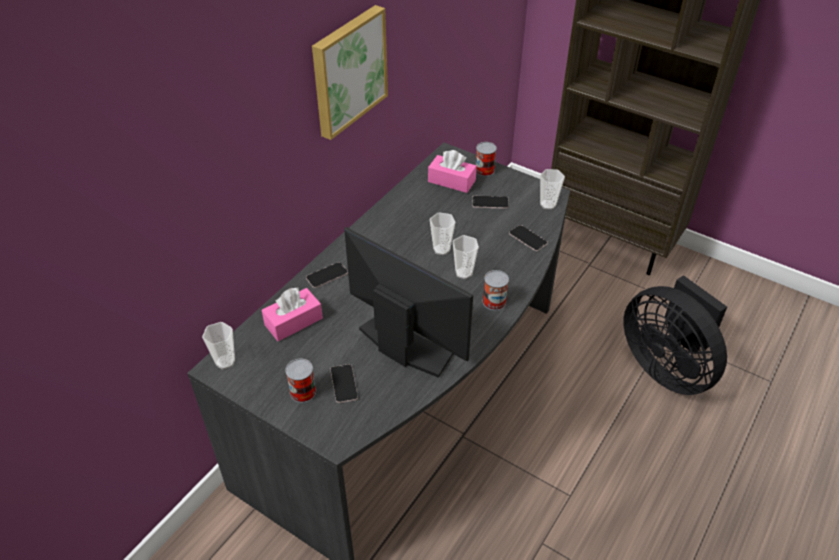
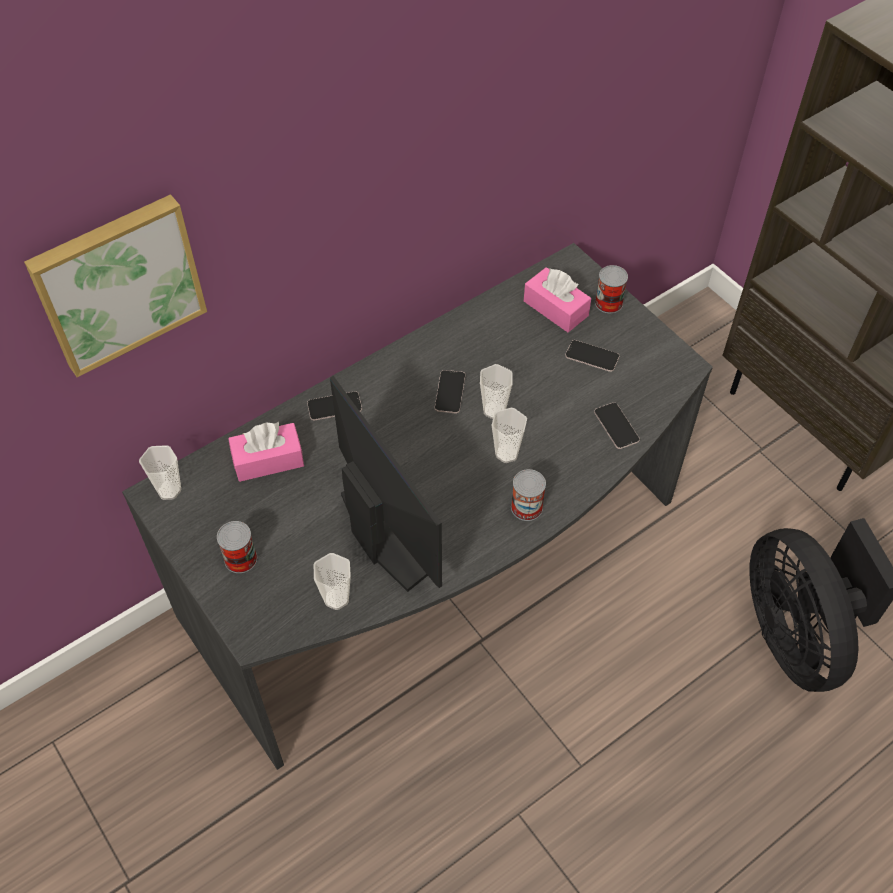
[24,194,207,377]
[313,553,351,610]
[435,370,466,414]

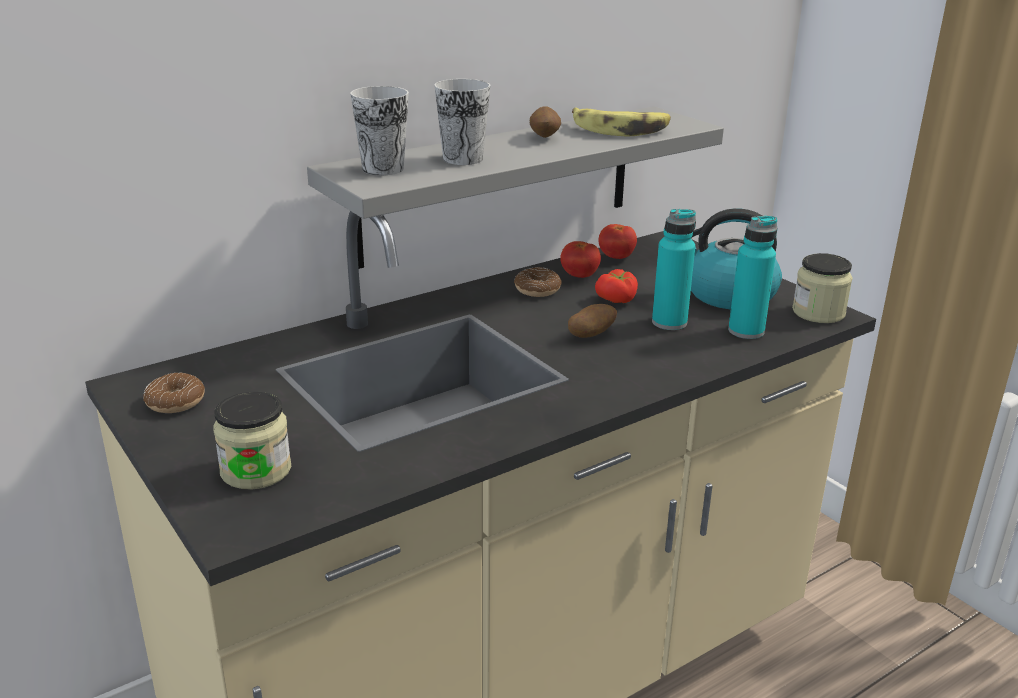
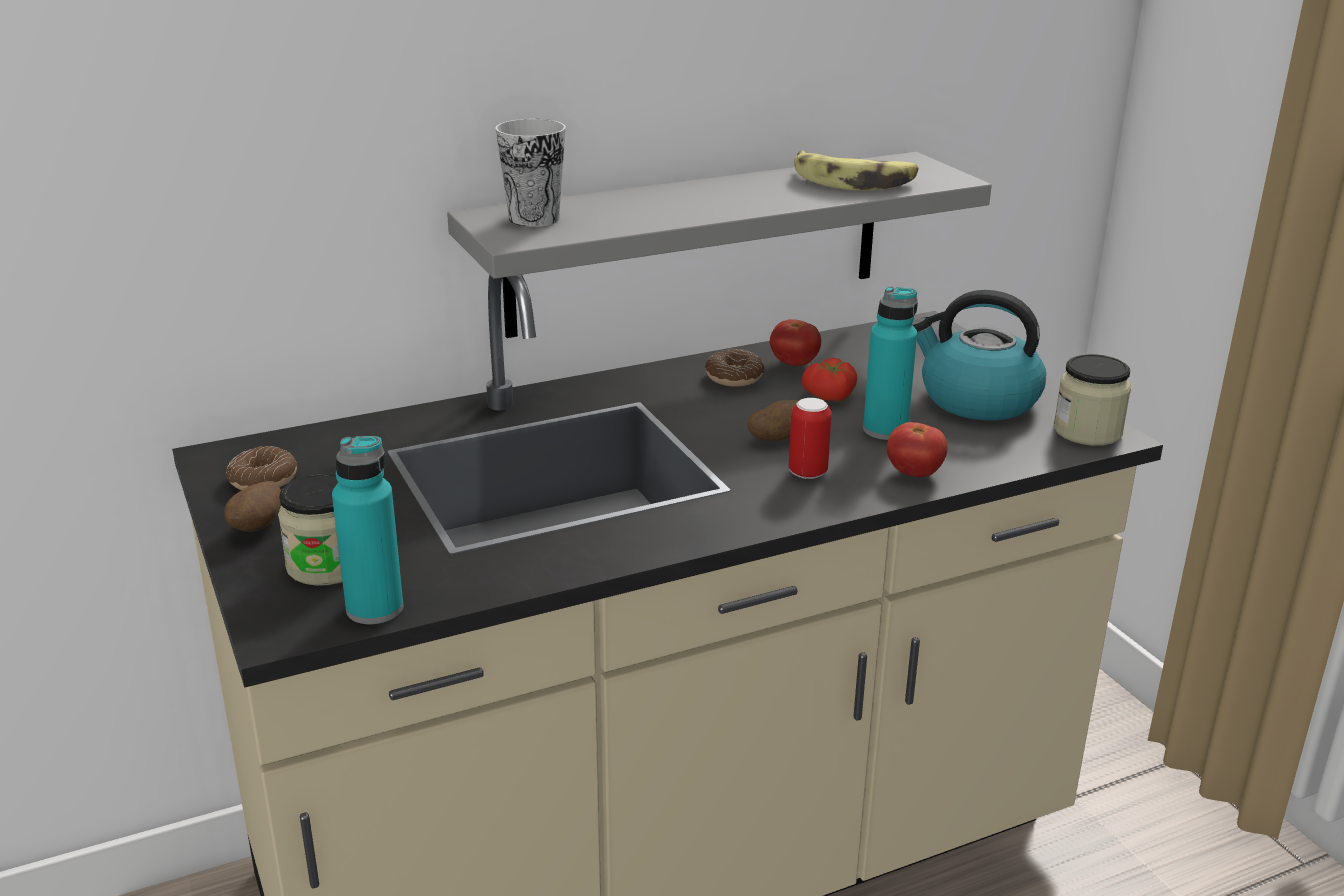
[434,79,490,165] (first image)
[224,481,281,532]
[332,436,403,624]
[887,422,948,477]
[789,398,832,479]

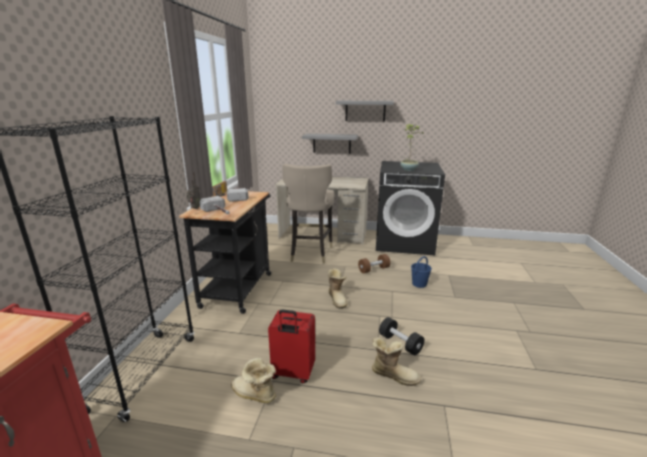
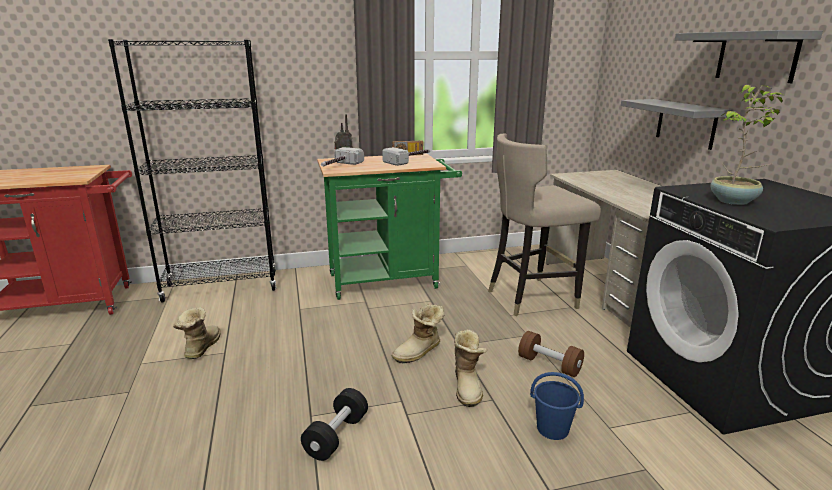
[317,153,462,300]
[268,309,315,383] (first image)
[454,329,487,407]

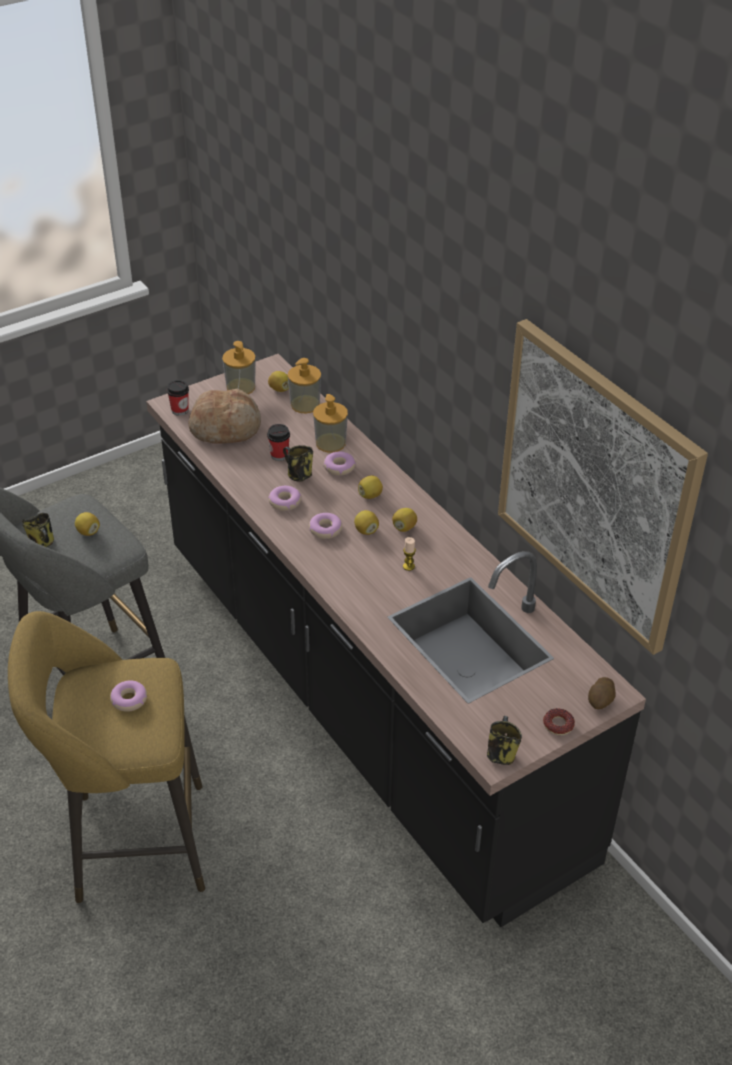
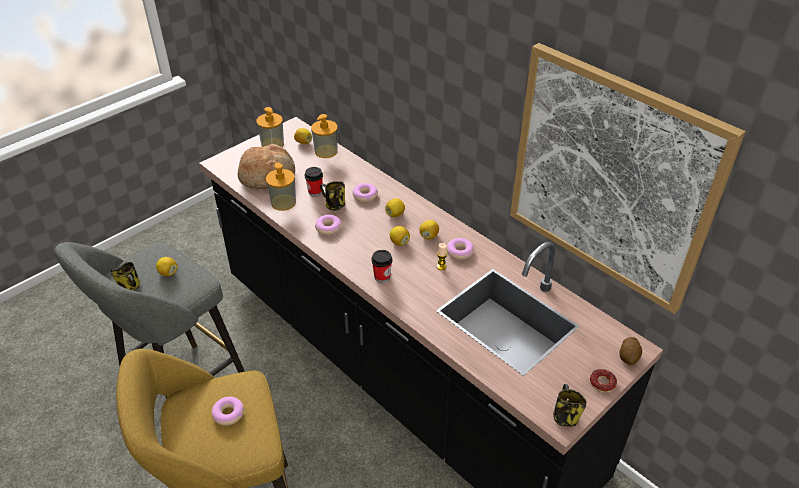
[371,250,392,283]
[266,162,296,211]
[447,238,474,260]

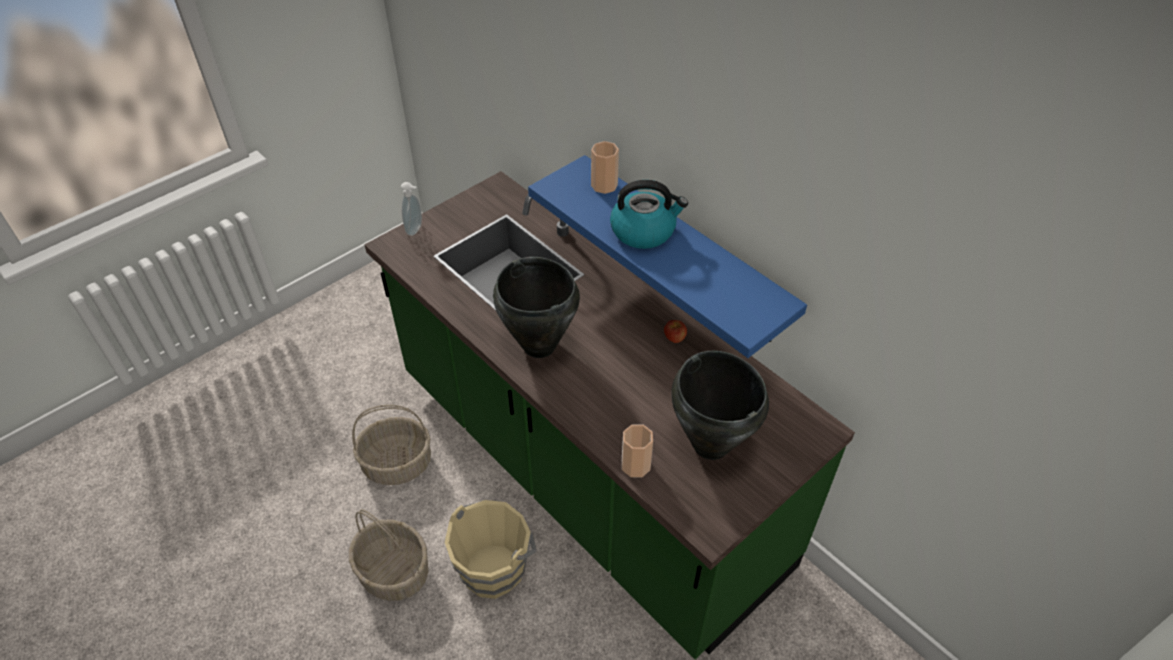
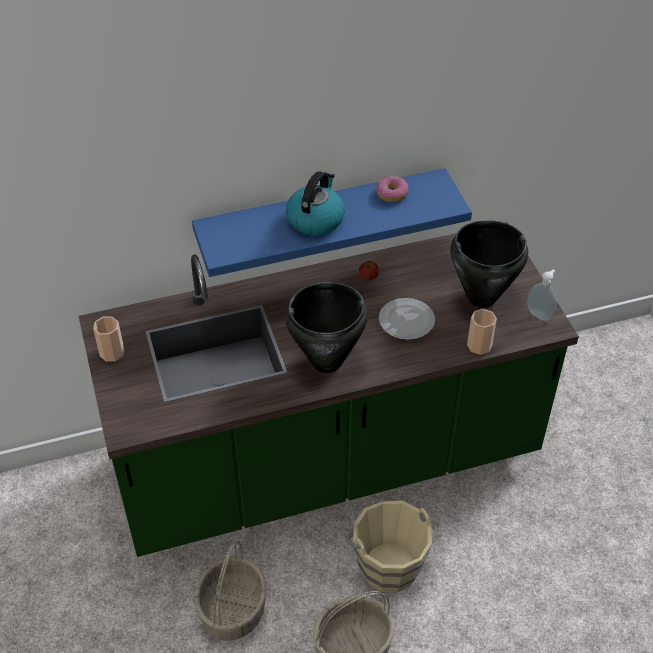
[93,317,124,362]
[527,269,557,321]
[376,176,409,202]
[379,298,435,340]

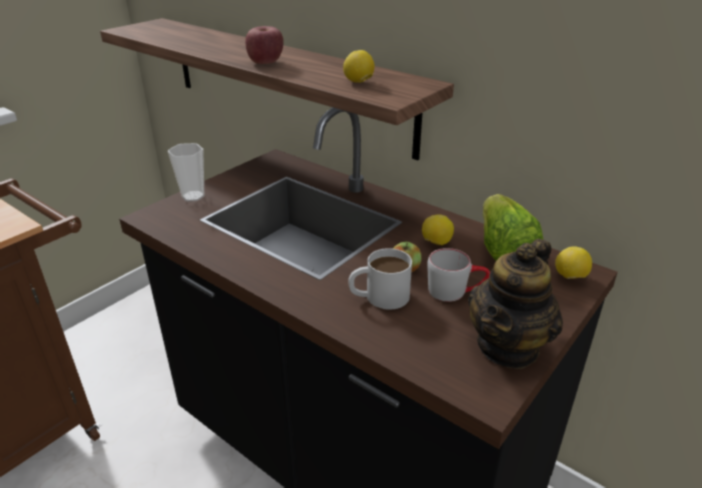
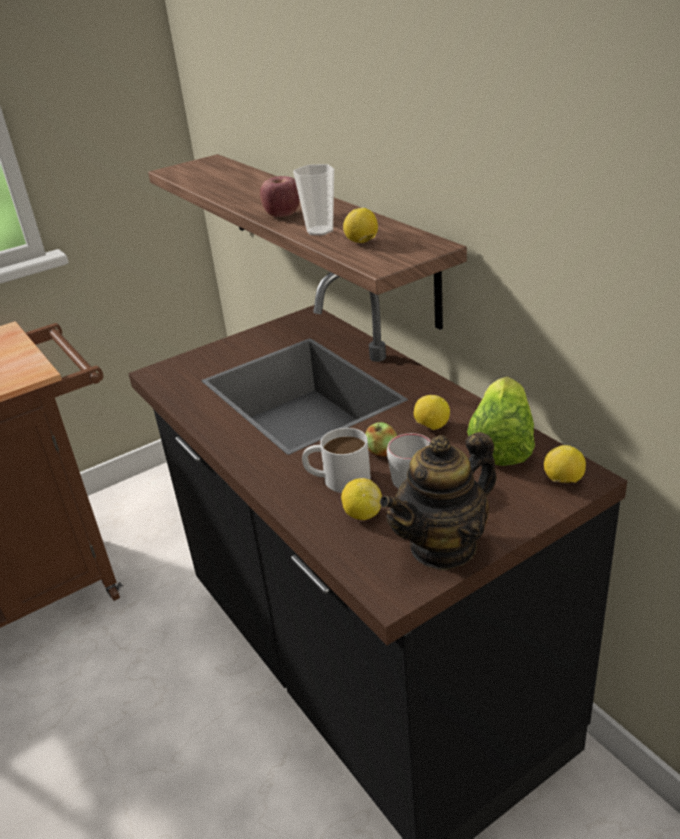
[293,164,334,235]
[341,478,382,520]

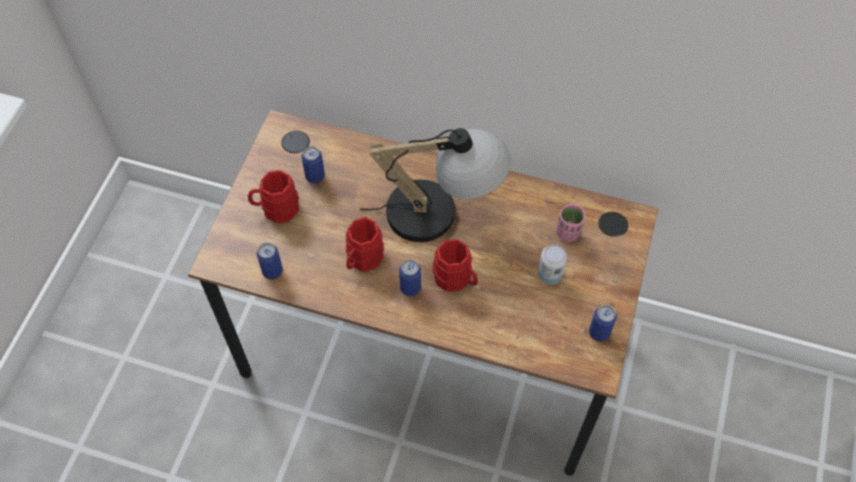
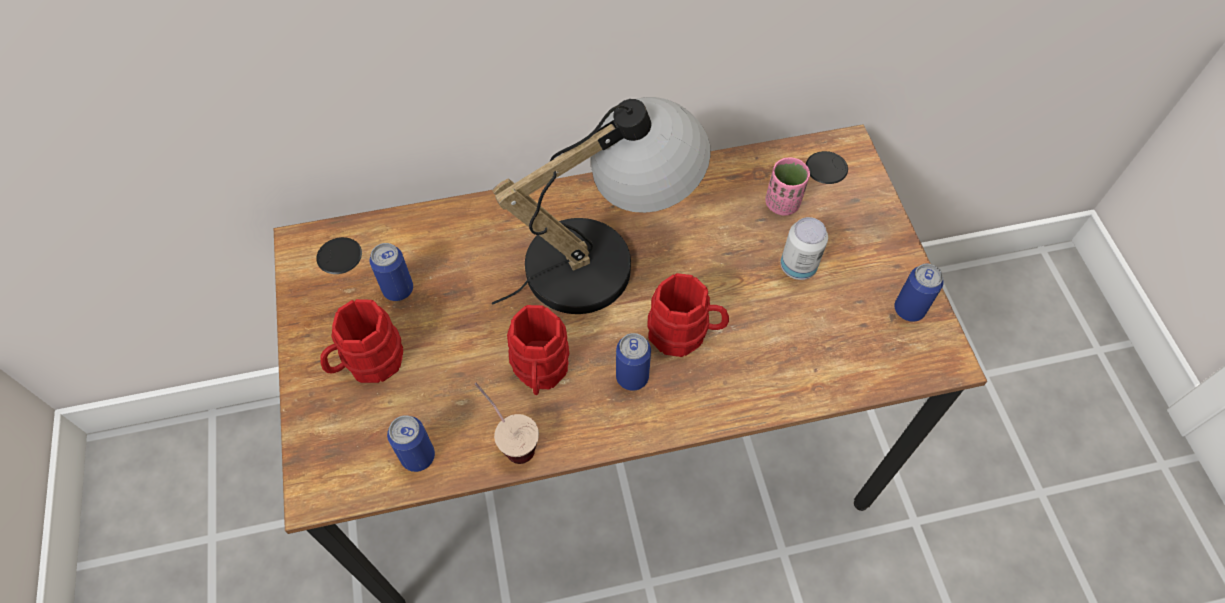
[475,383,539,464]

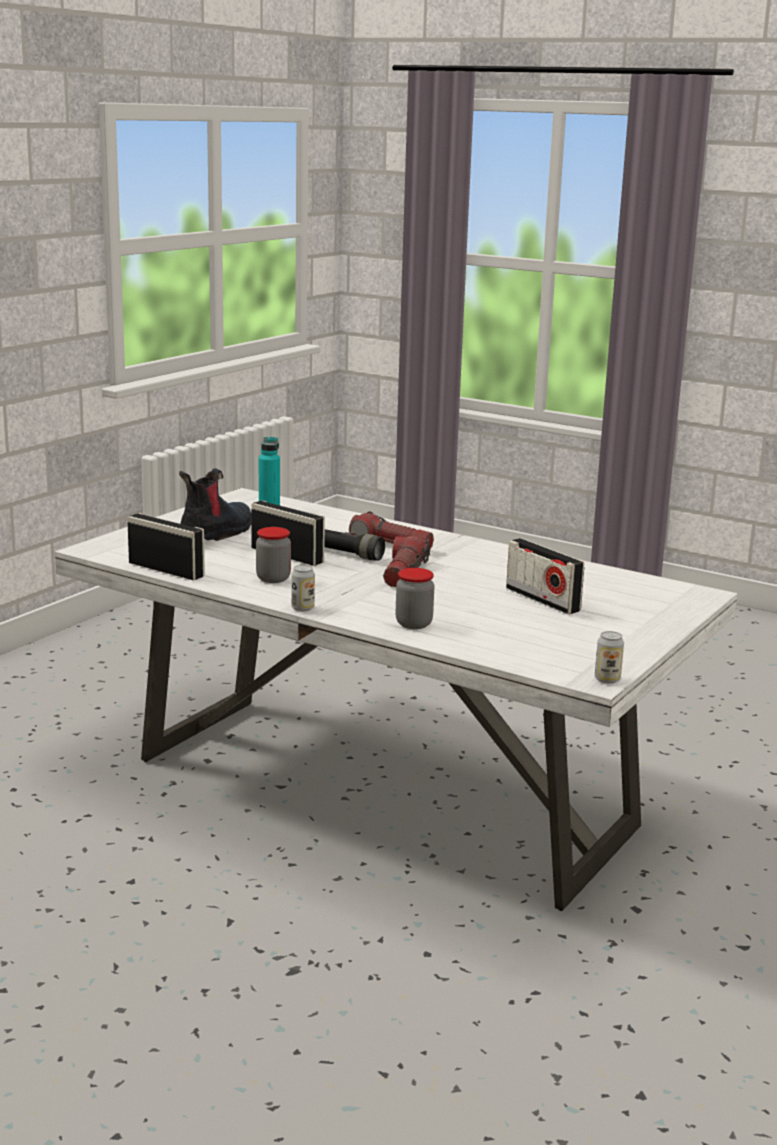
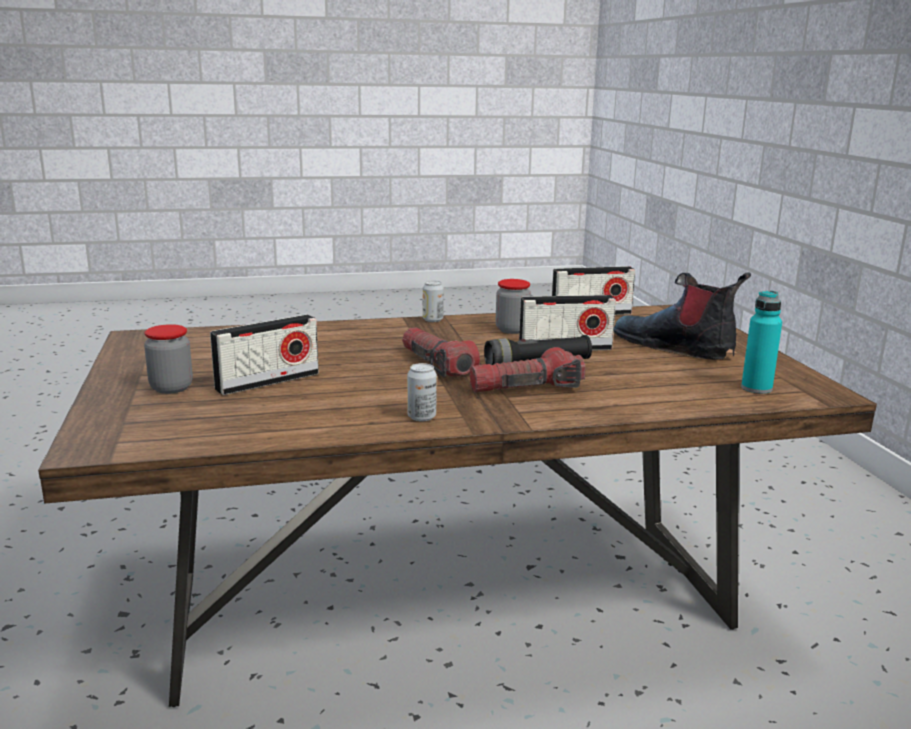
[614,273,751,360]
[38,305,877,707]
[210,314,319,395]
[144,324,193,394]
[407,363,437,422]

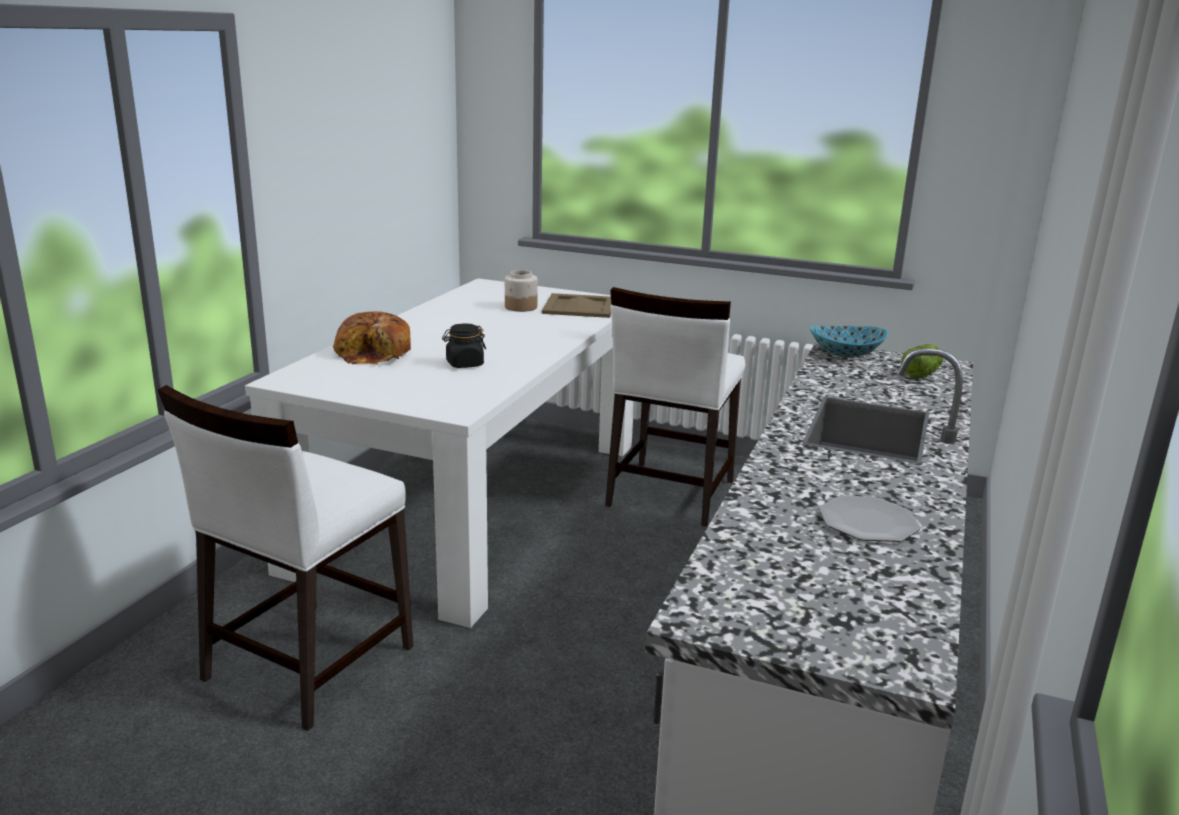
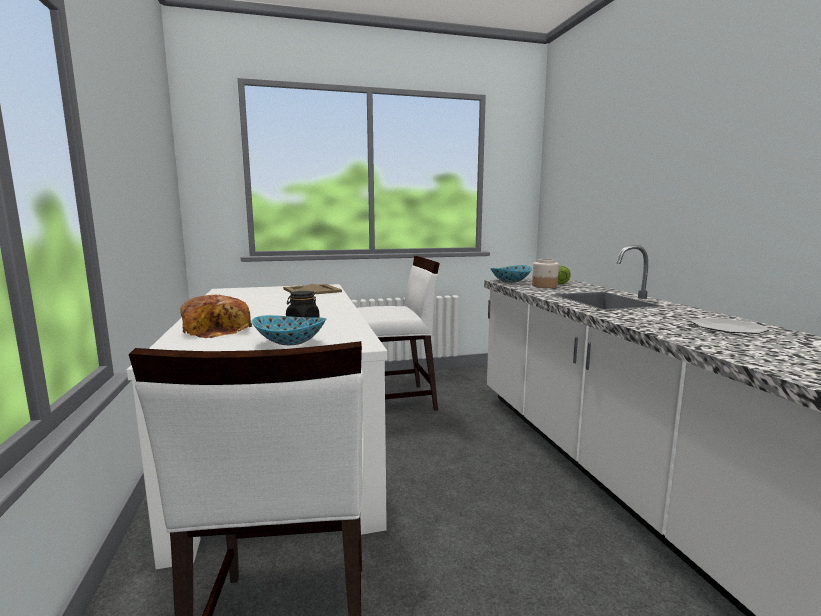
[532,259,559,288]
[357,256,440,411]
[252,315,326,345]

